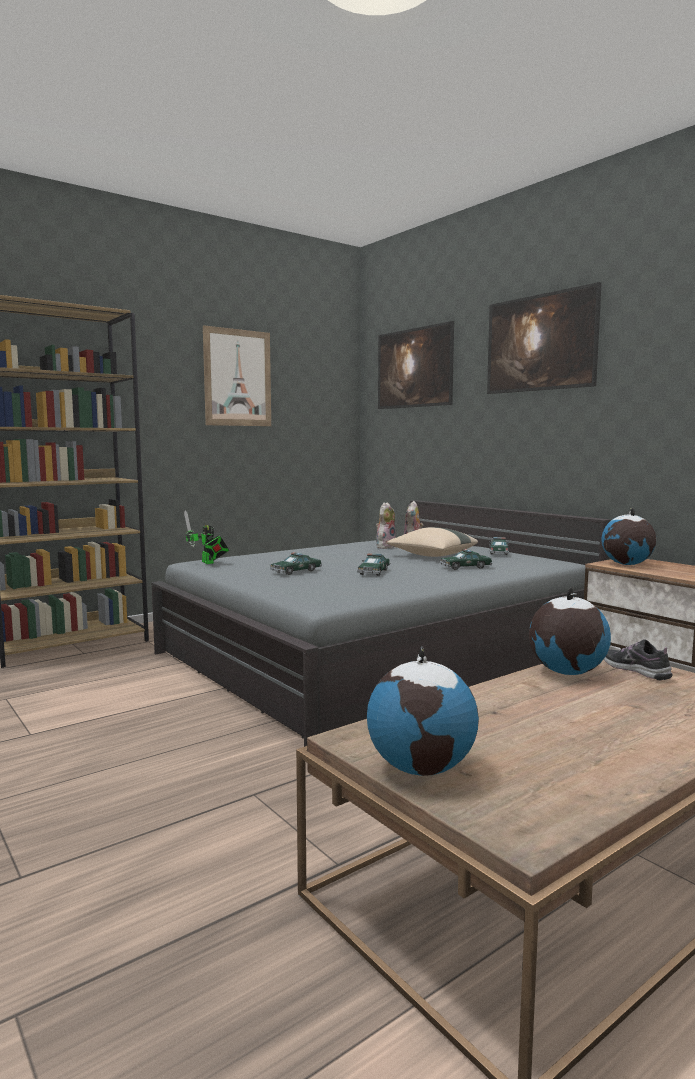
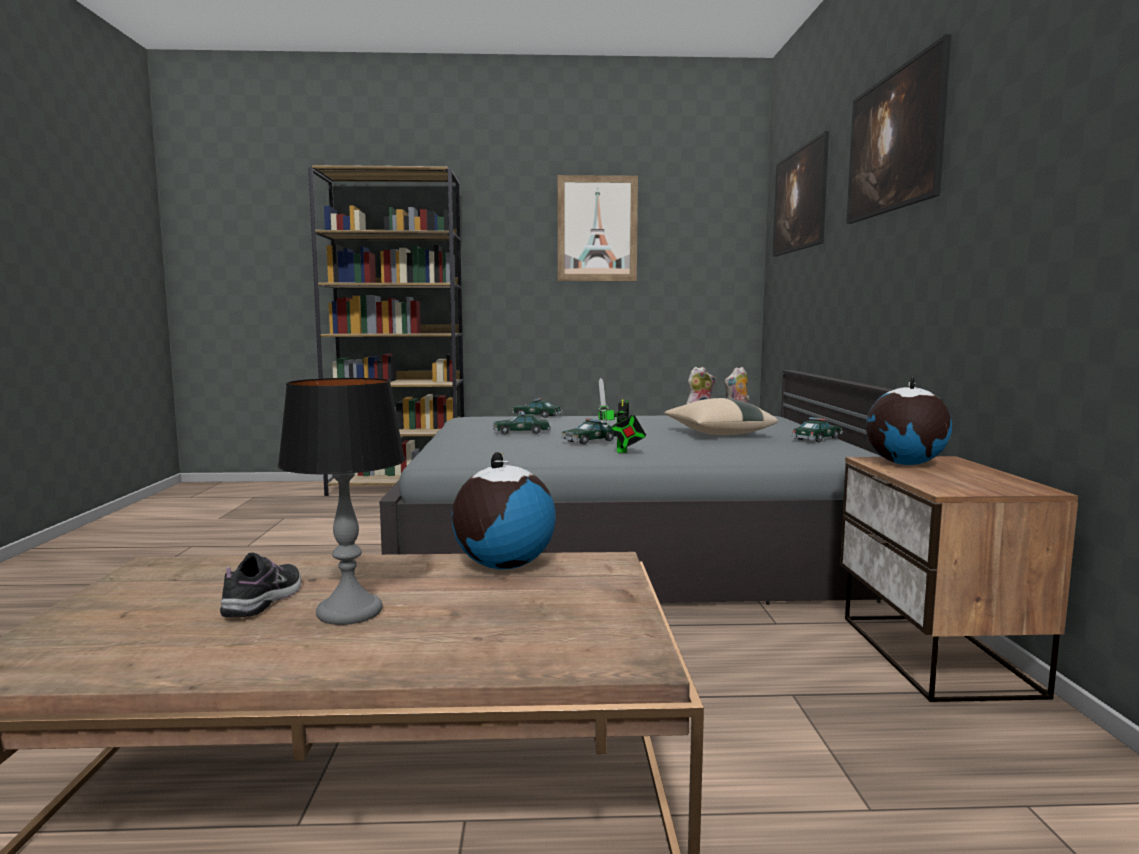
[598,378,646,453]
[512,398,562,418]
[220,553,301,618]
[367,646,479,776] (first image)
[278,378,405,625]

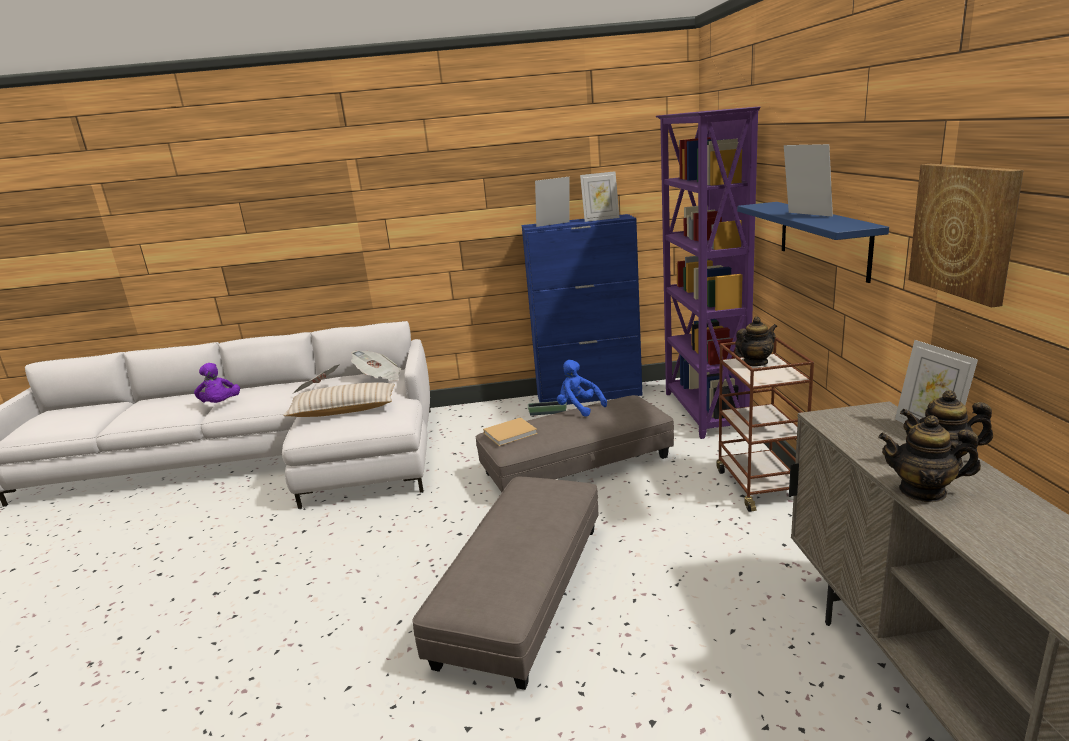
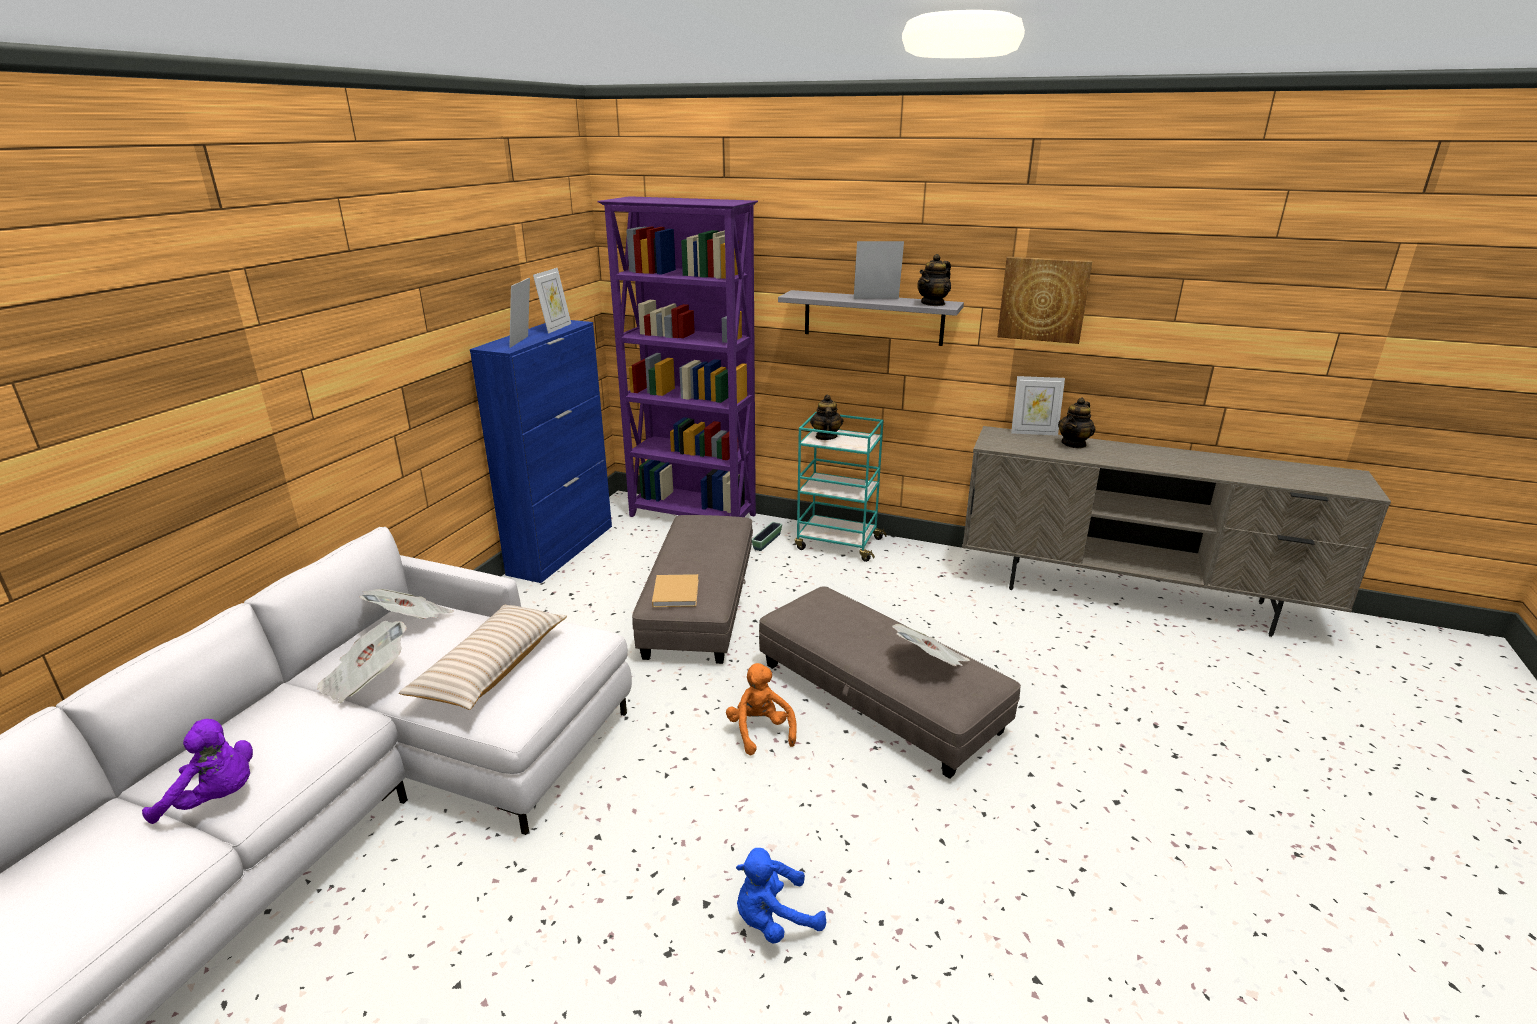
[778,290,964,346]
[795,412,887,562]
[736,848,826,944]
[752,522,782,551]
[917,254,951,306]
[892,624,970,667]
[726,663,797,755]

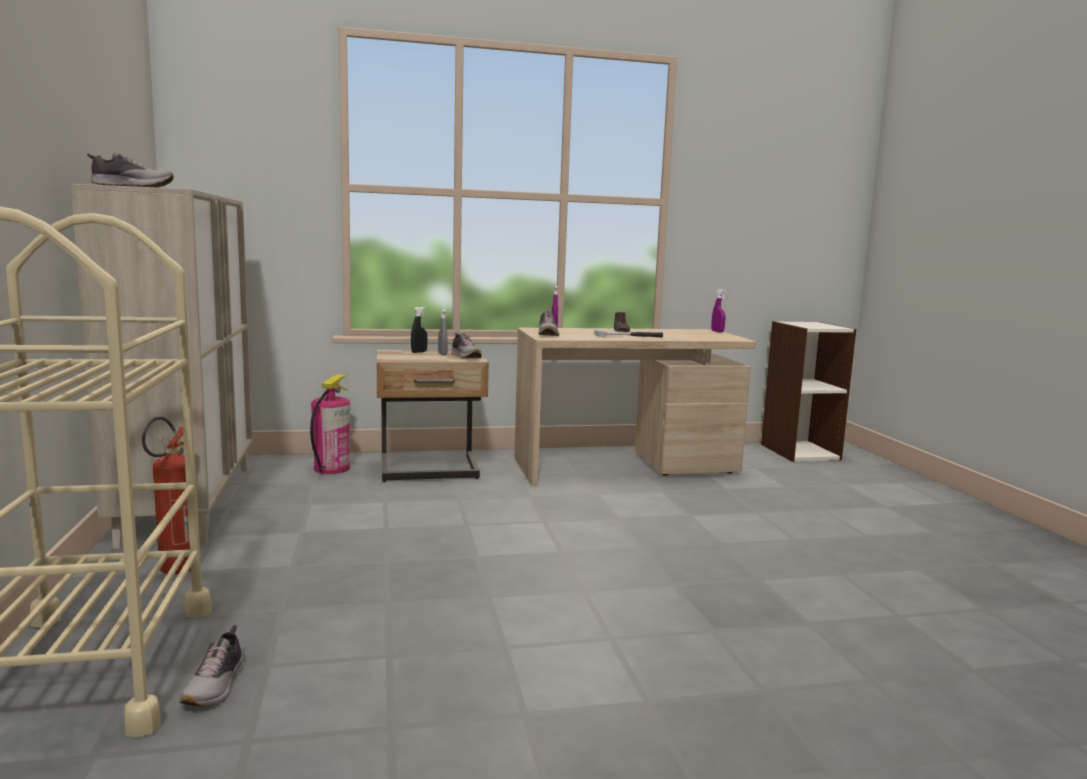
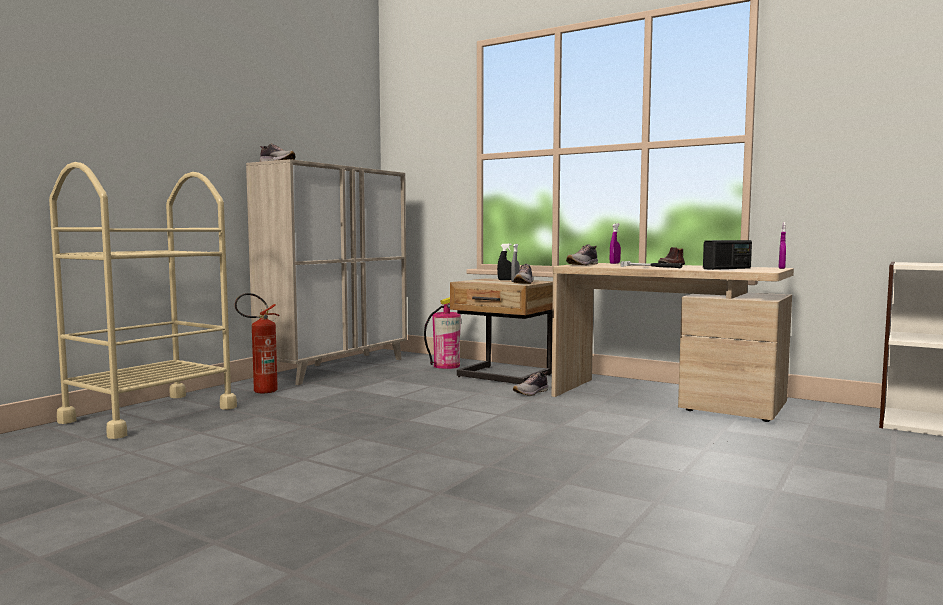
[513,371,548,396]
[703,240,752,270]

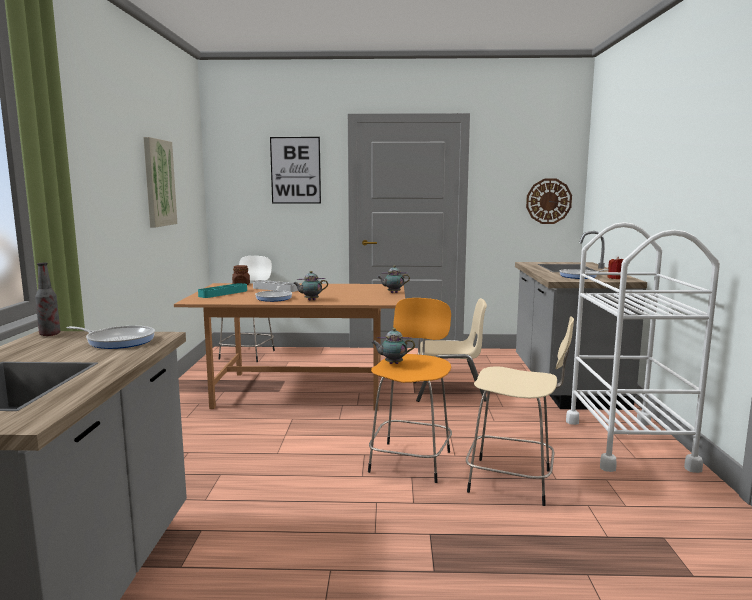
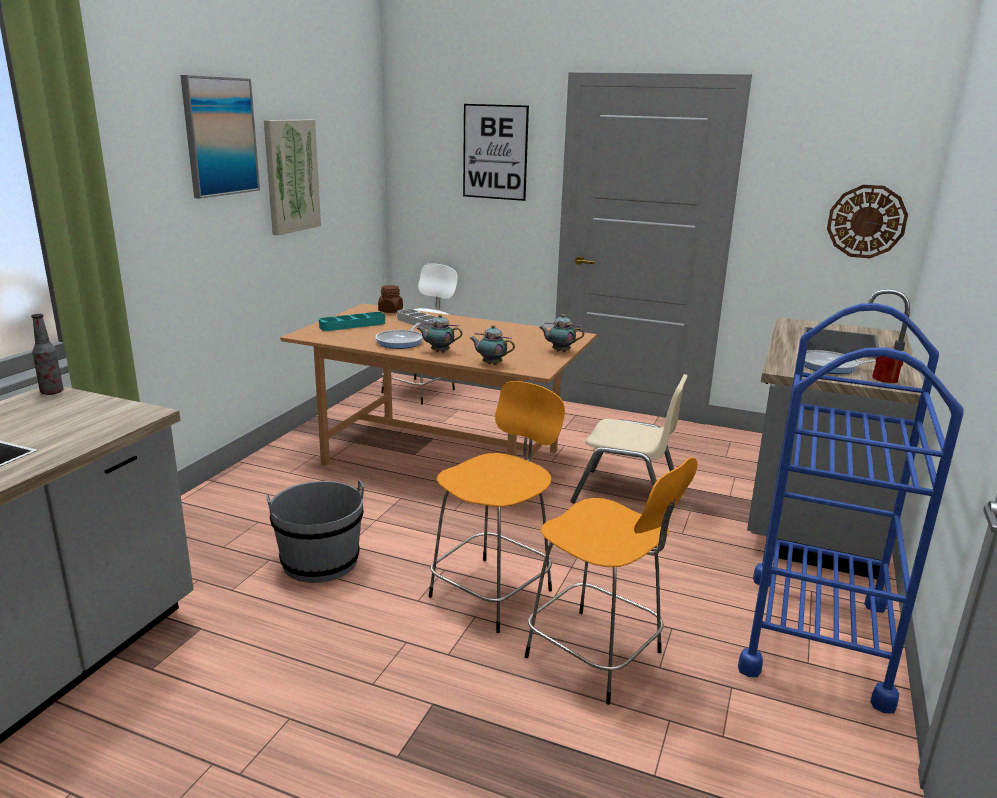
[738,303,964,714]
[525,457,697,705]
[66,326,155,349] (first image)
[470,325,515,365]
[180,75,260,199]
[266,480,364,583]

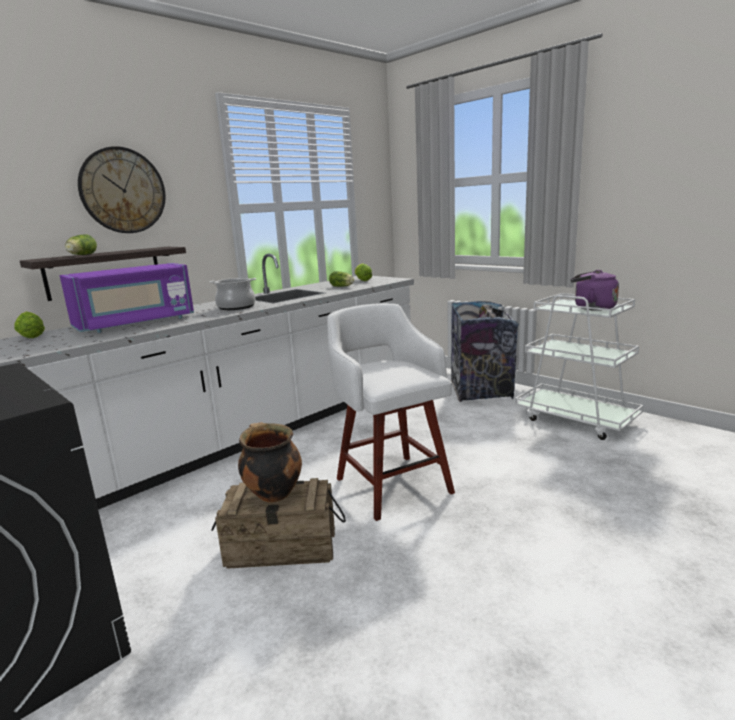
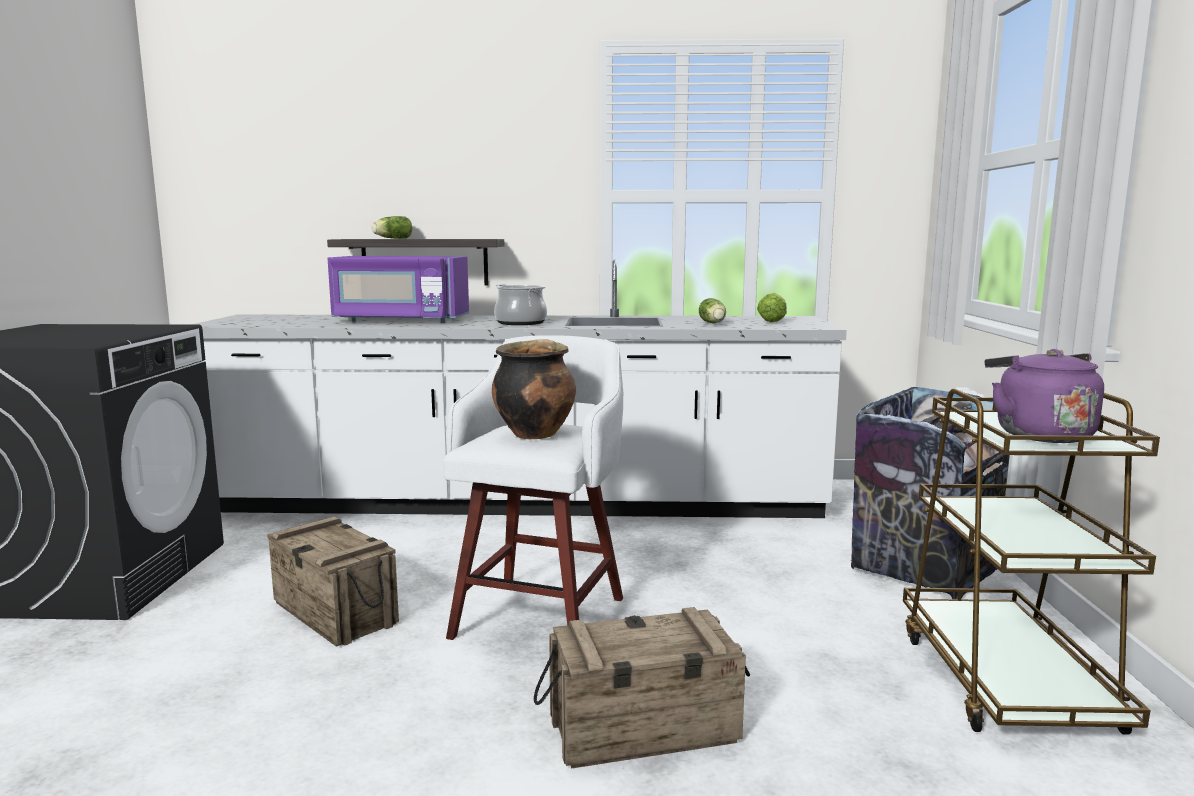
[78,146,166,233] (first image)
[903,388,1160,735]
[14,311,45,338] (first image)
[492,339,576,439]
[533,607,750,769]

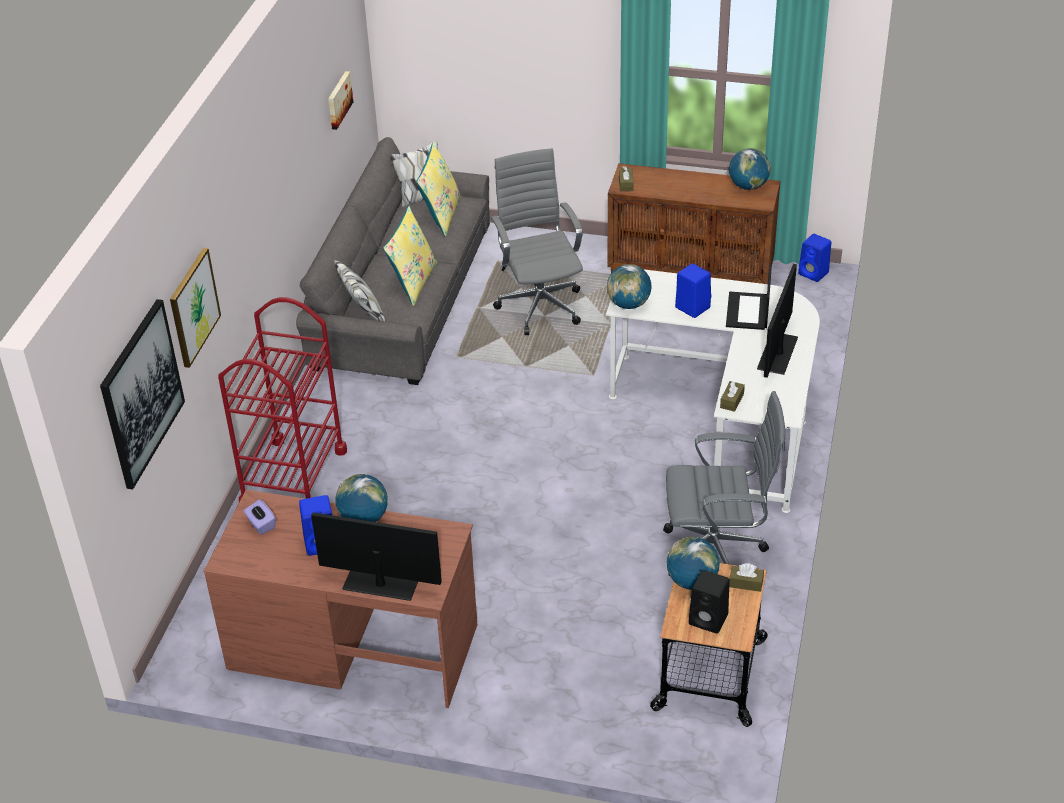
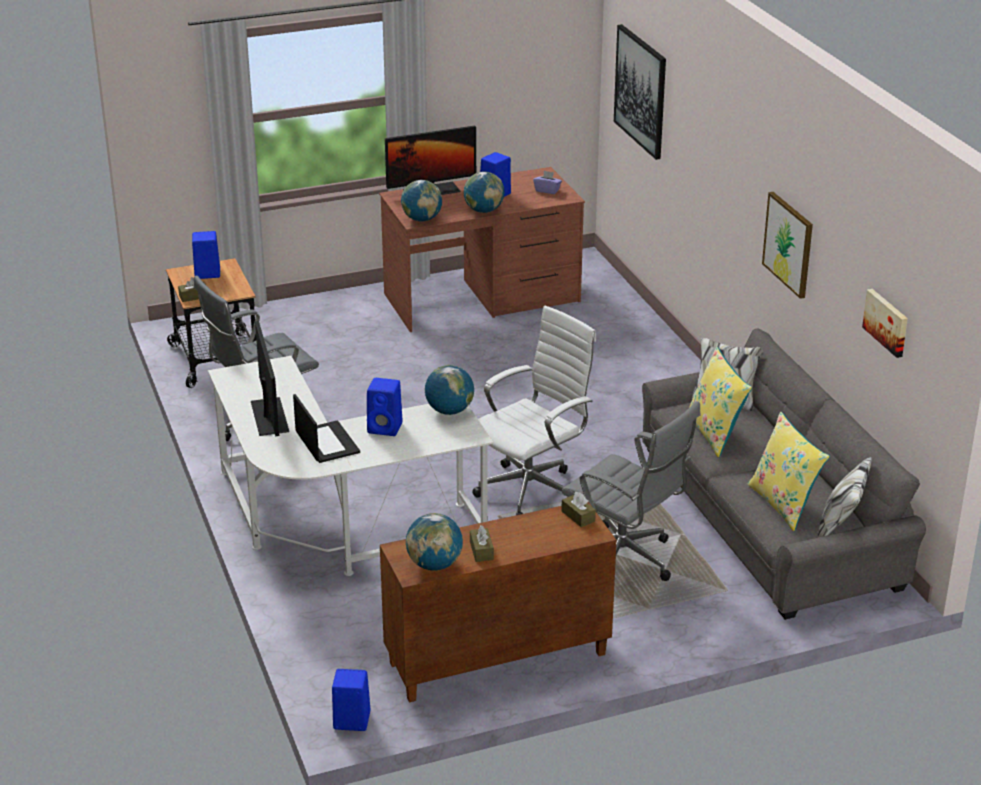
[762,192,813,299]
[218,297,347,502] (first image)
[470,525,494,562]
[401,180,442,221]
[192,231,220,279]
[472,306,596,515]

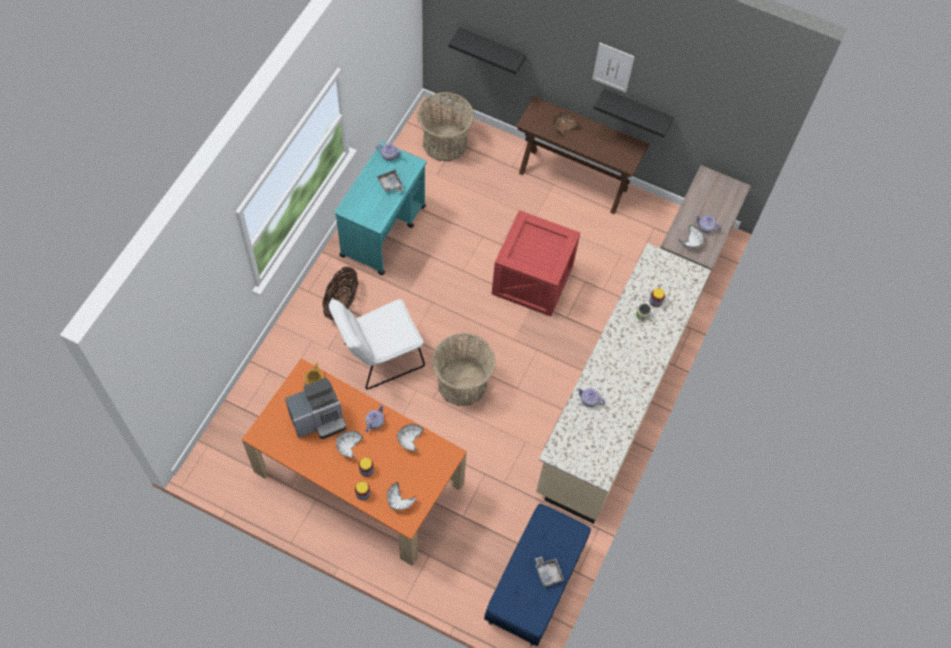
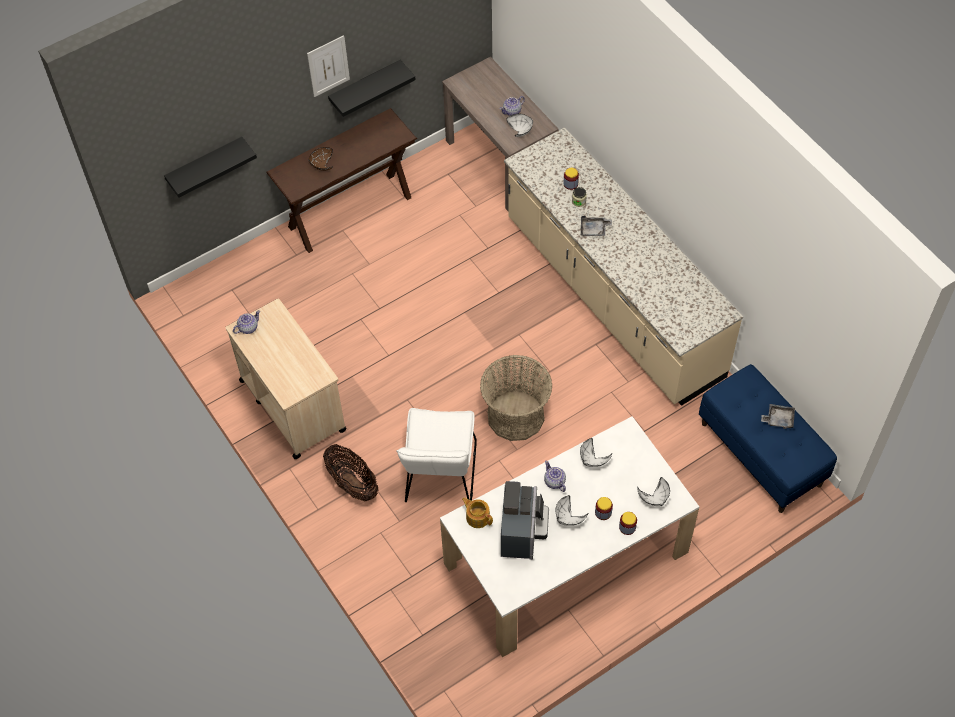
[417,92,474,162] (first image)
[225,298,347,459]
[581,216,612,236]
[492,210,580,317] (first image)
[440,416,699,657]
[577,388,605,407] (first image)

